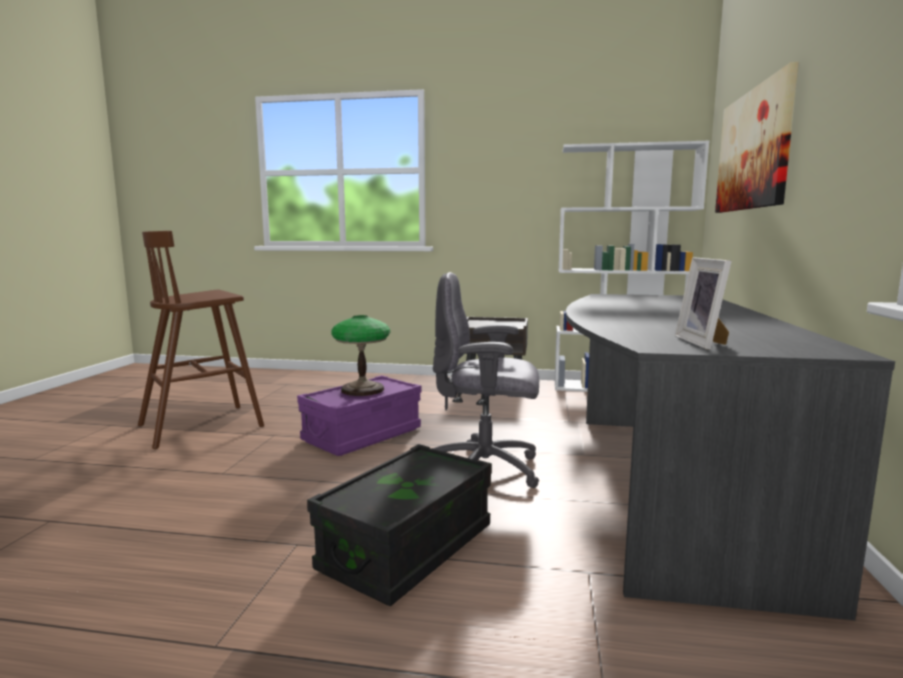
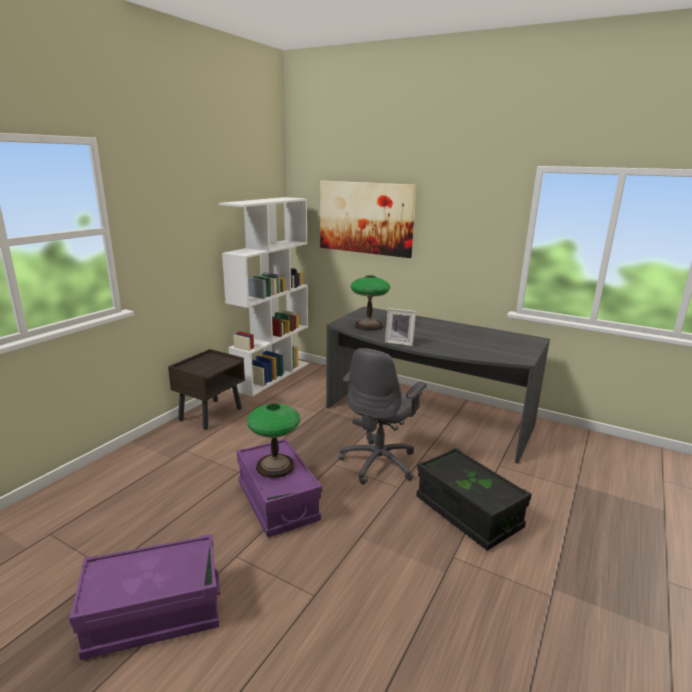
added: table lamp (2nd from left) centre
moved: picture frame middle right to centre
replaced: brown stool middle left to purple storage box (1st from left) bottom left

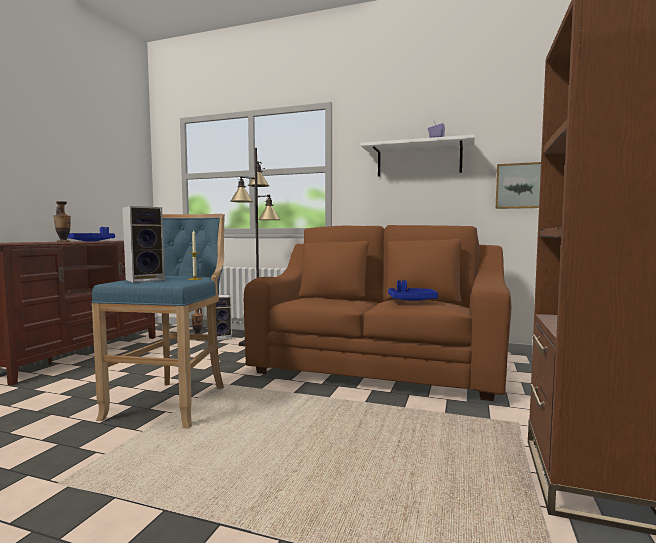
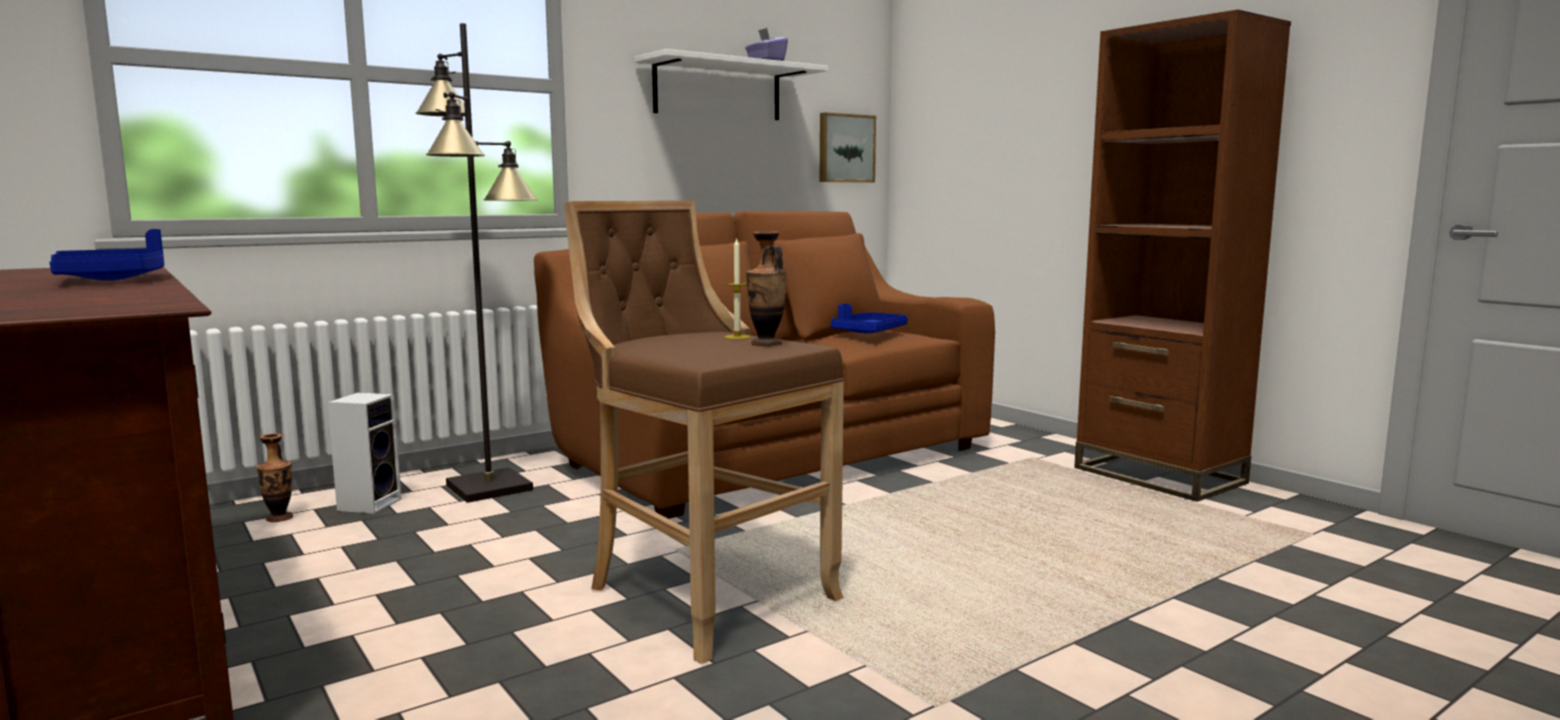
removed: speaker (1st from left) middle left
moved: vase (1st from left in the first image) middle left to vase (2nd from left) centre
recoloured: blue stool middle left to brown stool centre

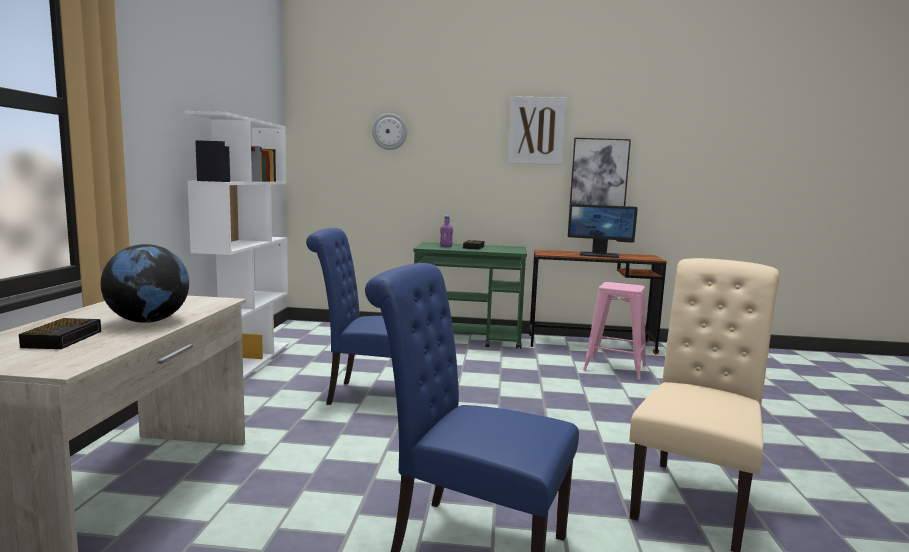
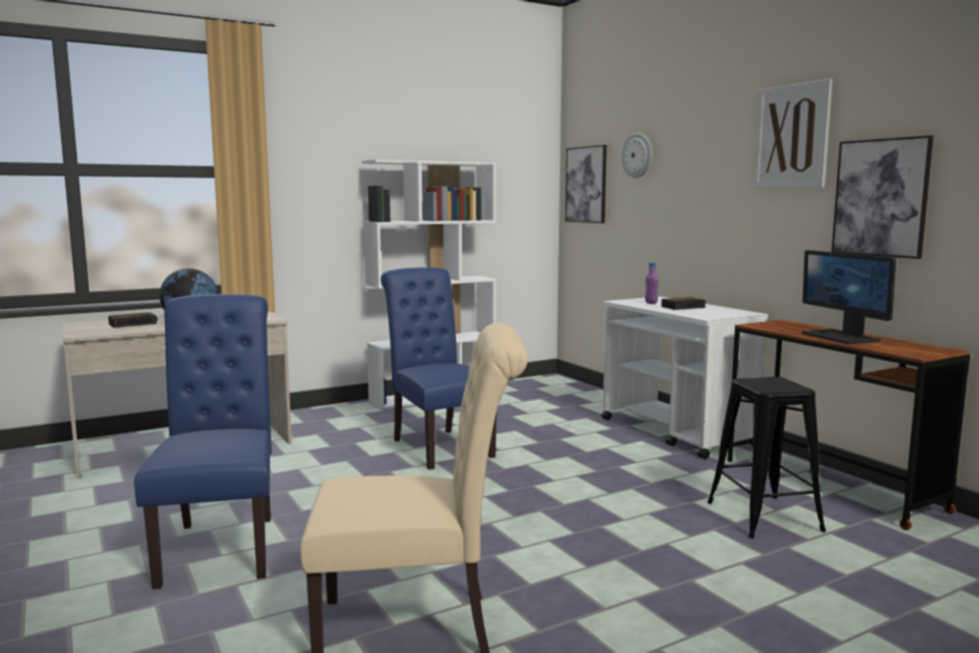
added: picture (1st from left) top centre
recoloured: green cart centre to white cart middle right; pink stool middle right to black stool bottom right

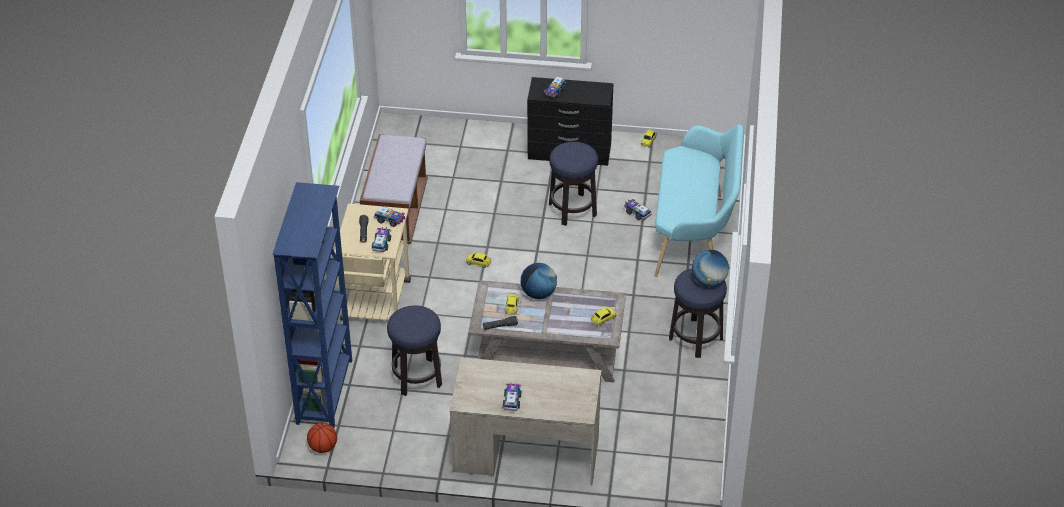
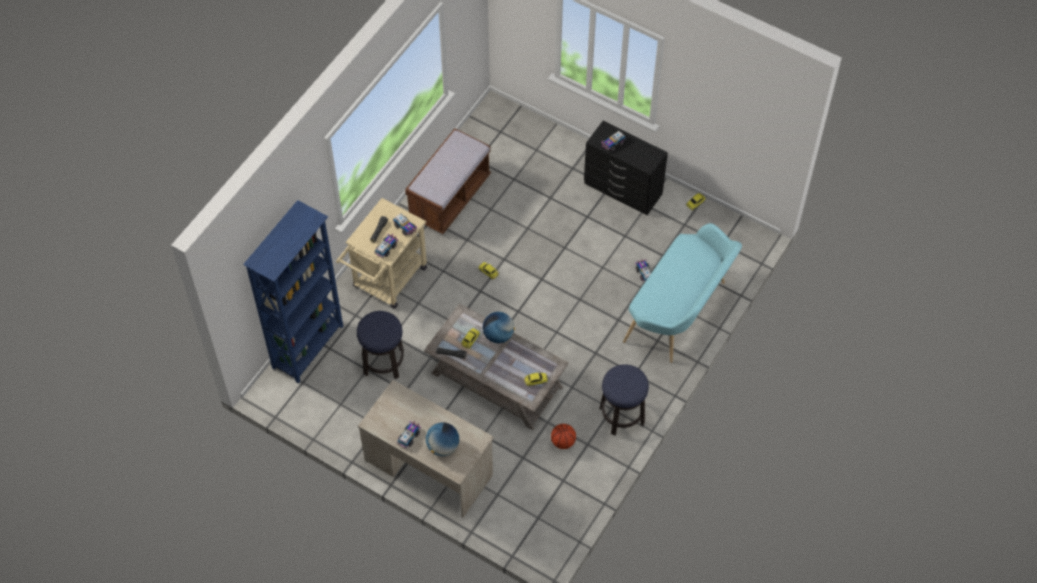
removed: stool (2nd from left) centre
moved: globe (2nd from left in the first image) middle right to globe (1st from left) bottom centre; basketball bottom left to bottom centre

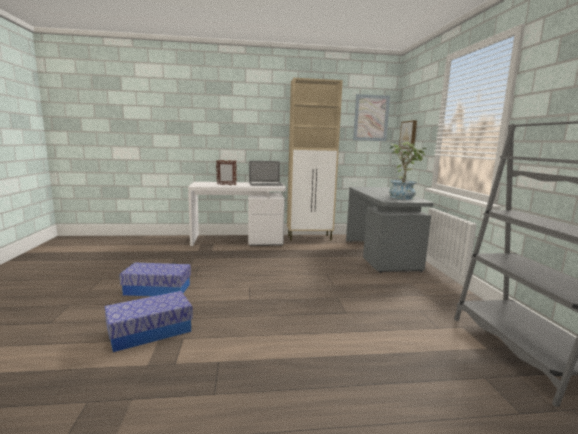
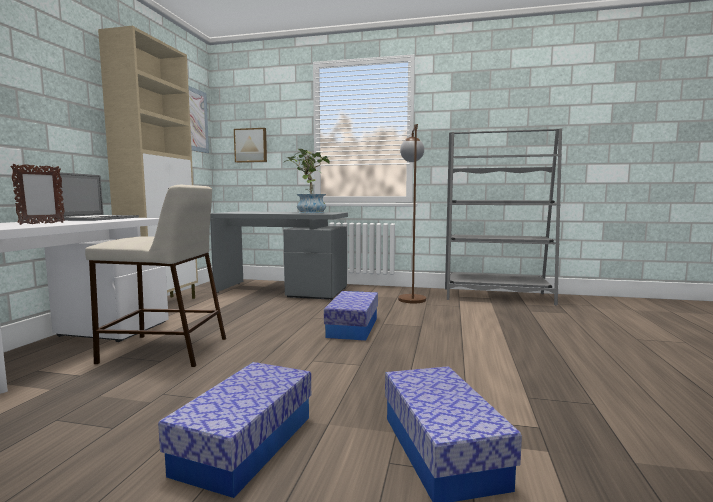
added: brown floor lamp centre; beige stool middle left; storage box (2nd from left) centre

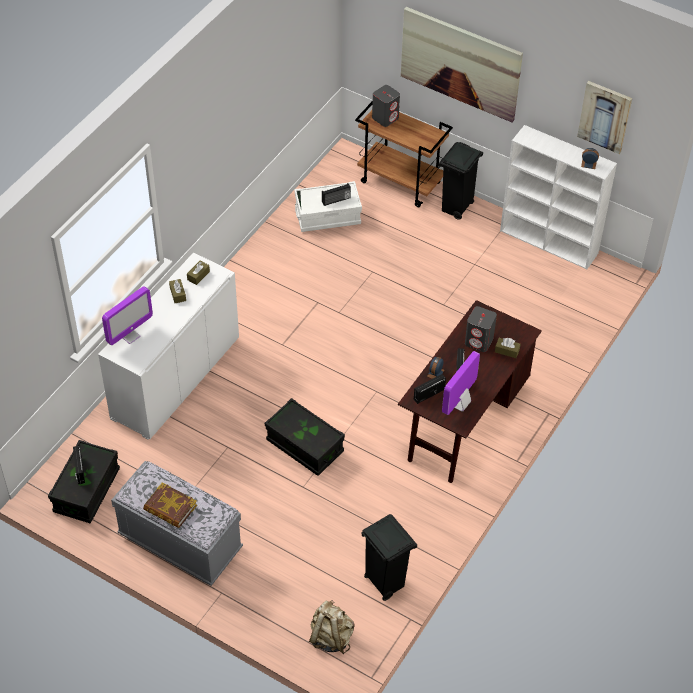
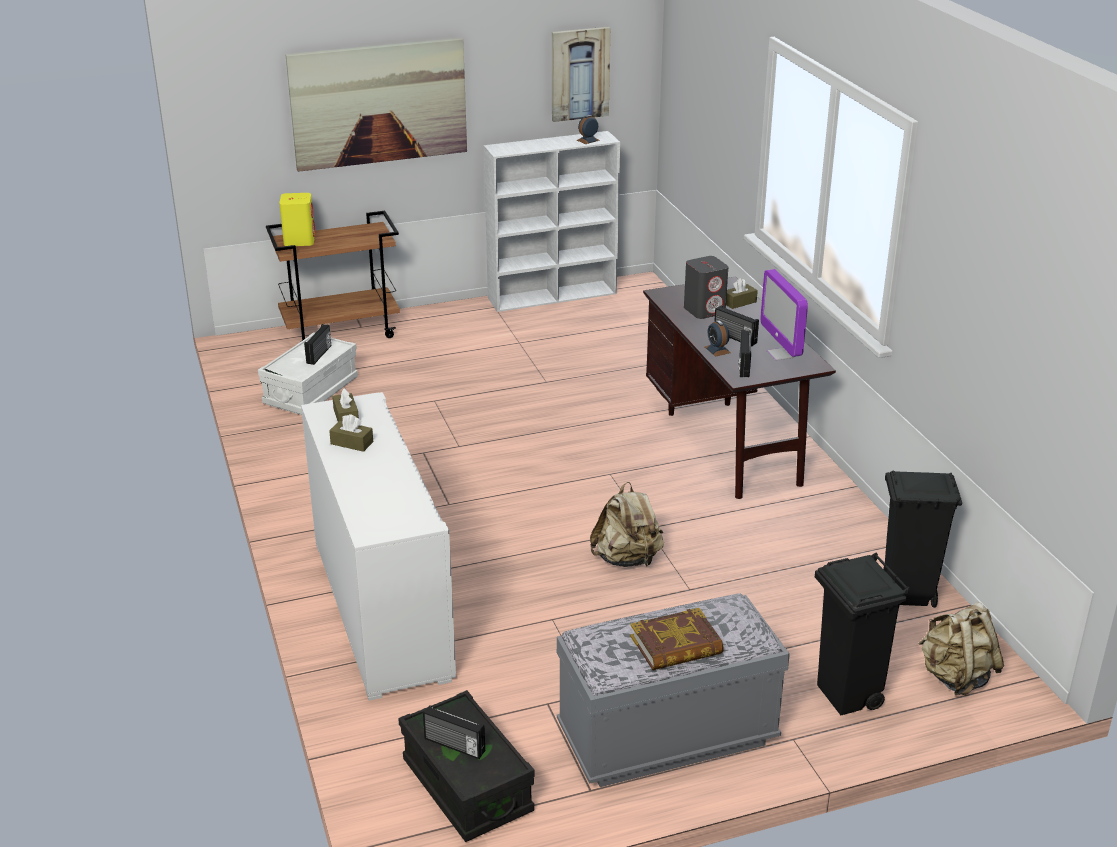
removed: monitor (1st from left) middle left
moved: black trash can (2nd from left in the first image) top centre to black trash can (1st from left) bottom right
replaced: black storage box (2nd from left) centre to beige backpack (1st from left) centre
recoloured: grey speaker (1st from left) top centre to yellow speaker top left

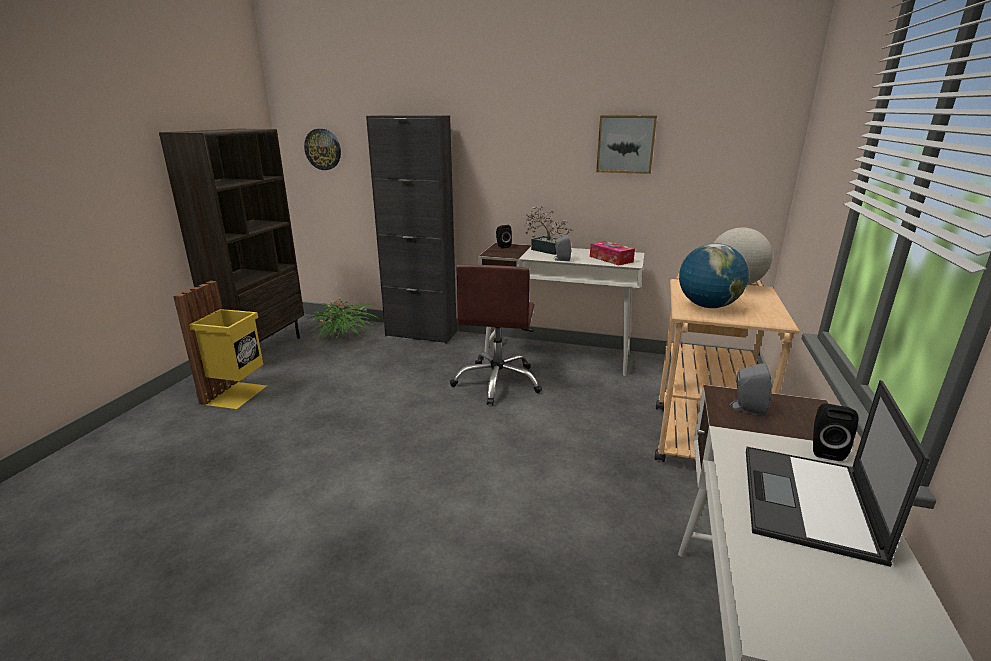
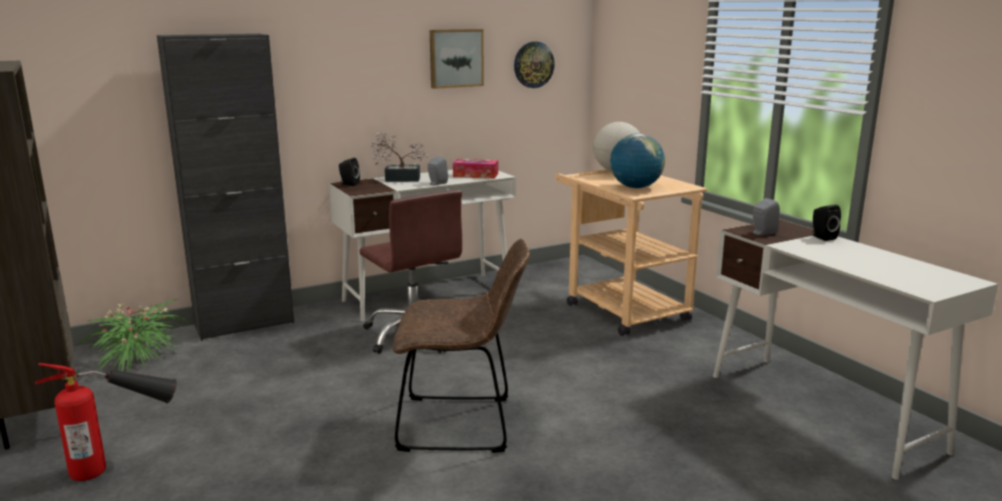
removed: laptop bottom right
added: brown chair bottom centre
moved: wall clock top left to top centre
replaced: yellow trash can middle left to fire extinguisher bottom left

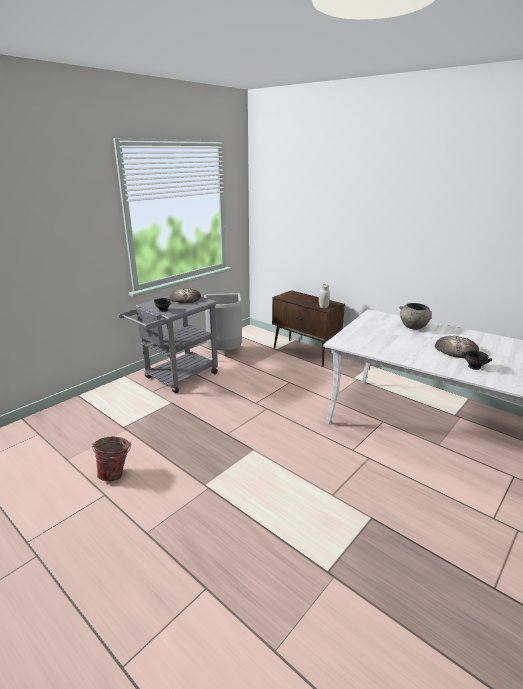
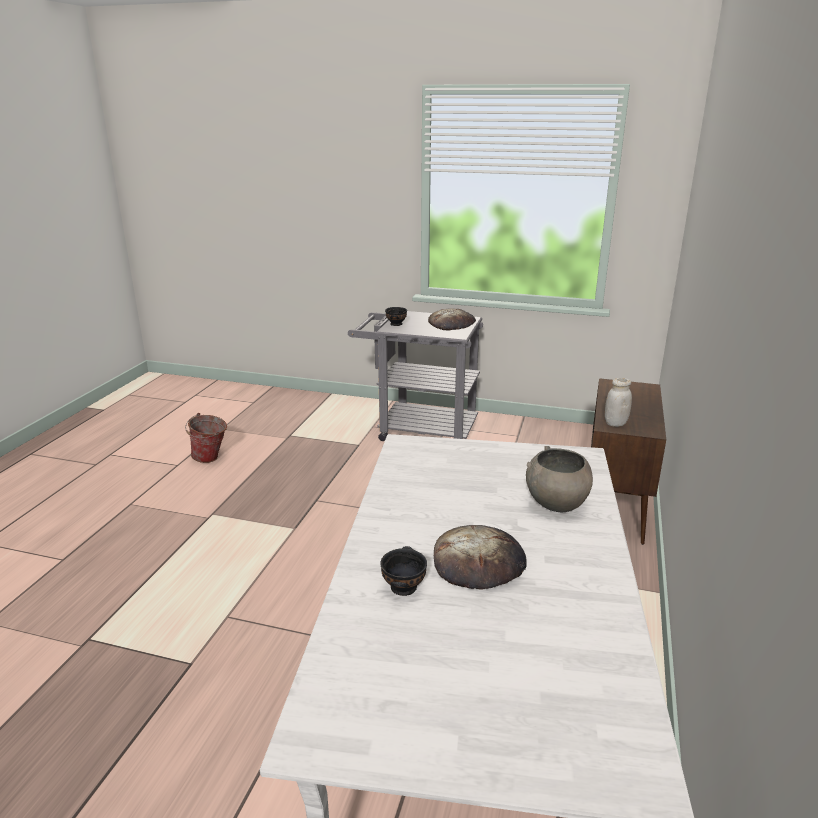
removed: grey trash can centre

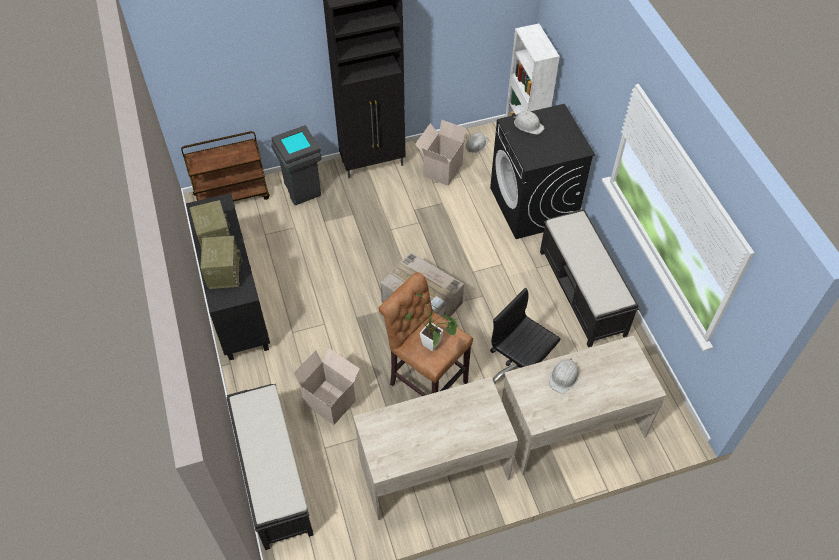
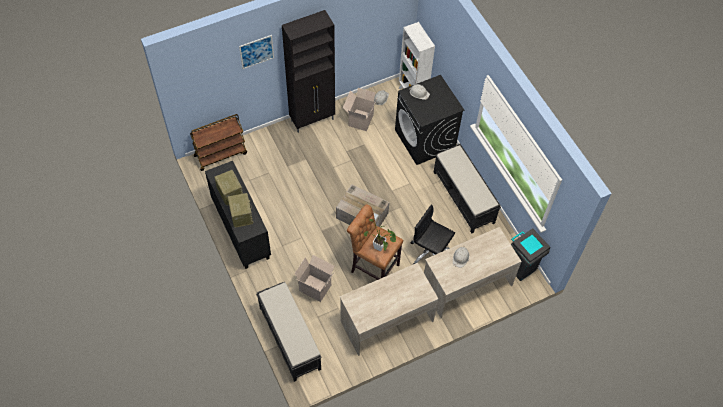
added: picture top centre
moved: grey trash can top centre to middle right

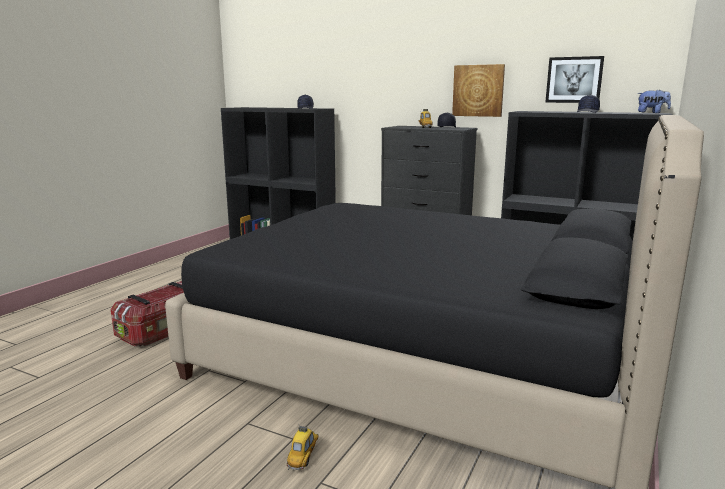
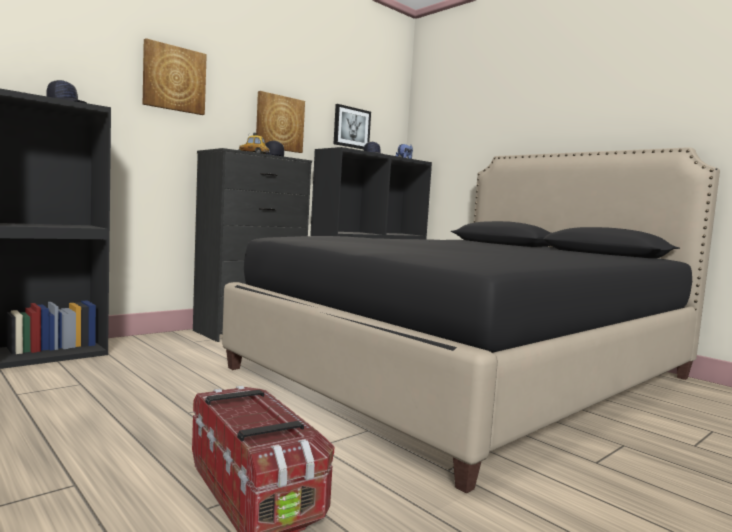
removed: toy car (1st from left) bottom centre
added: picture (1st from left) top left

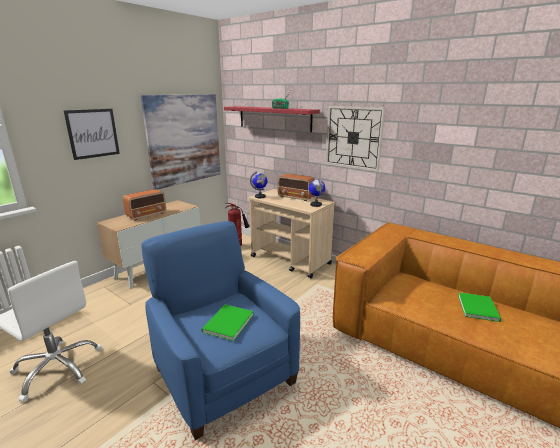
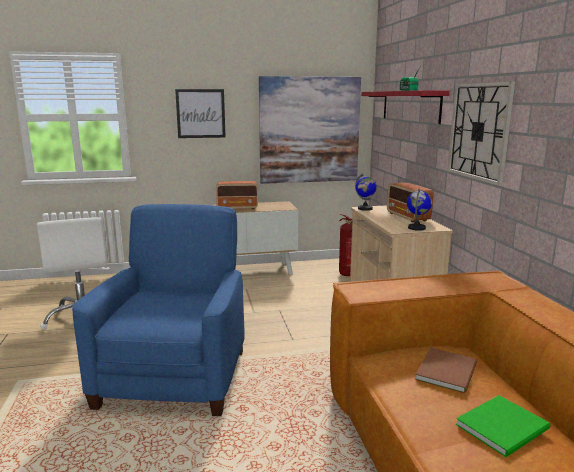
removed: green book (1st from left) bottom centre
added: brown book bottom right

